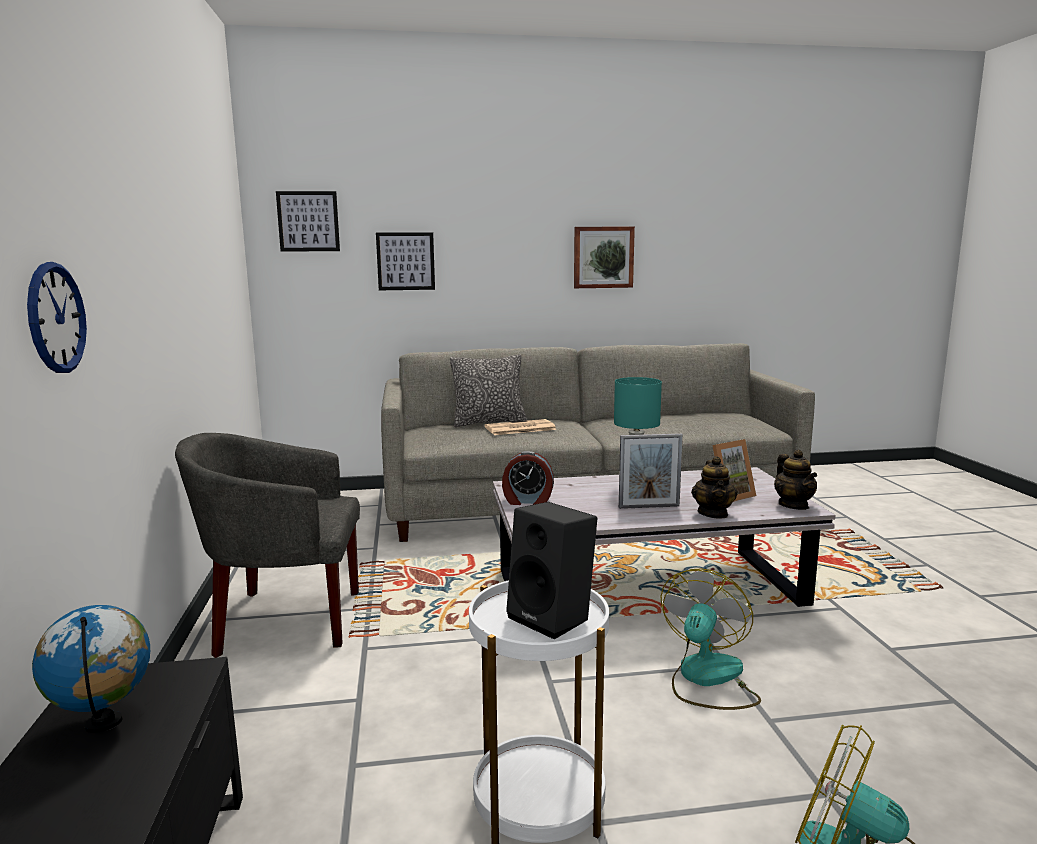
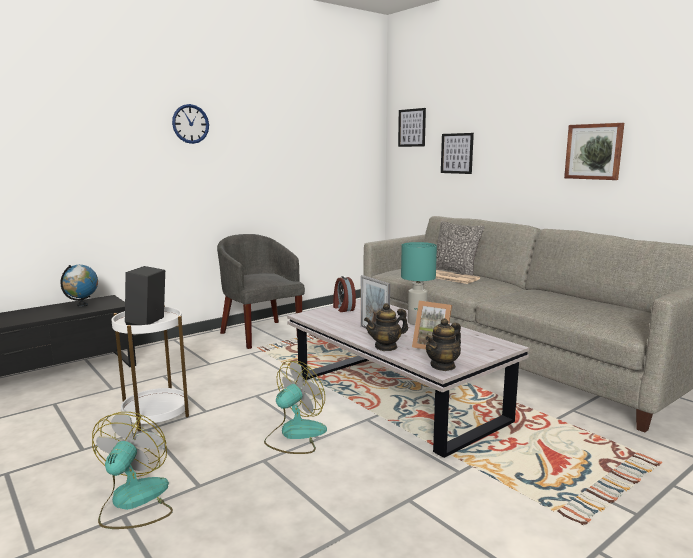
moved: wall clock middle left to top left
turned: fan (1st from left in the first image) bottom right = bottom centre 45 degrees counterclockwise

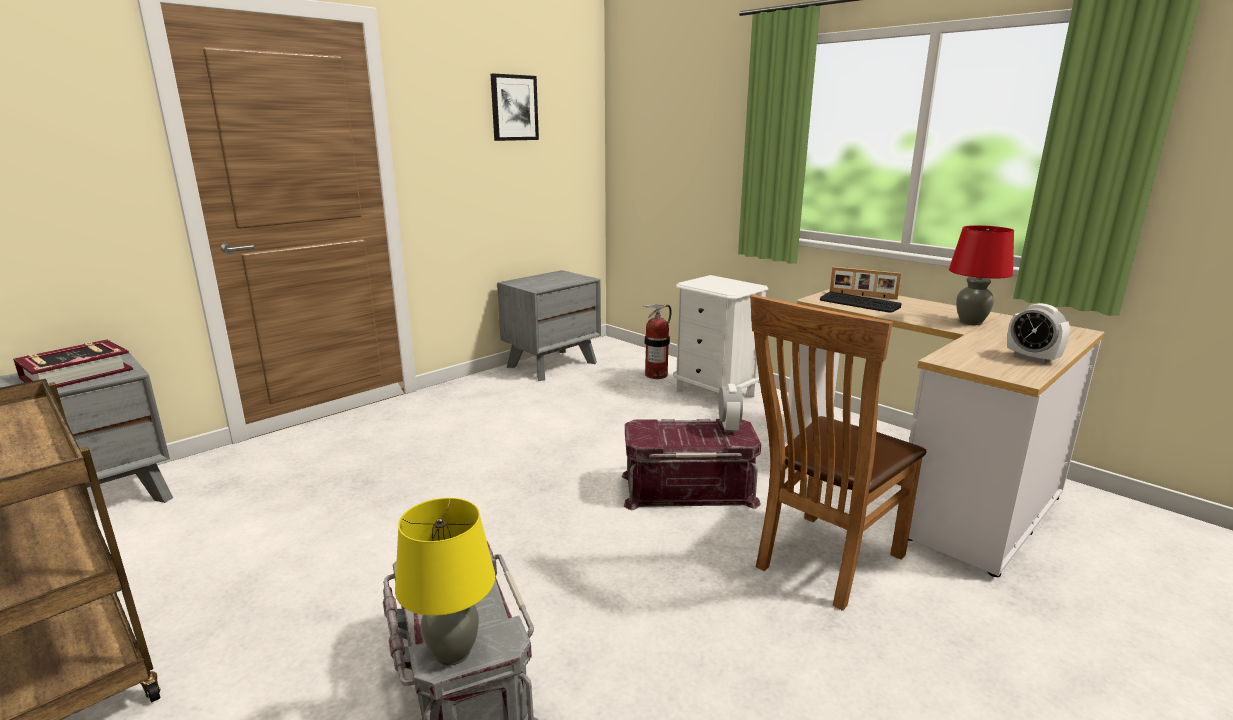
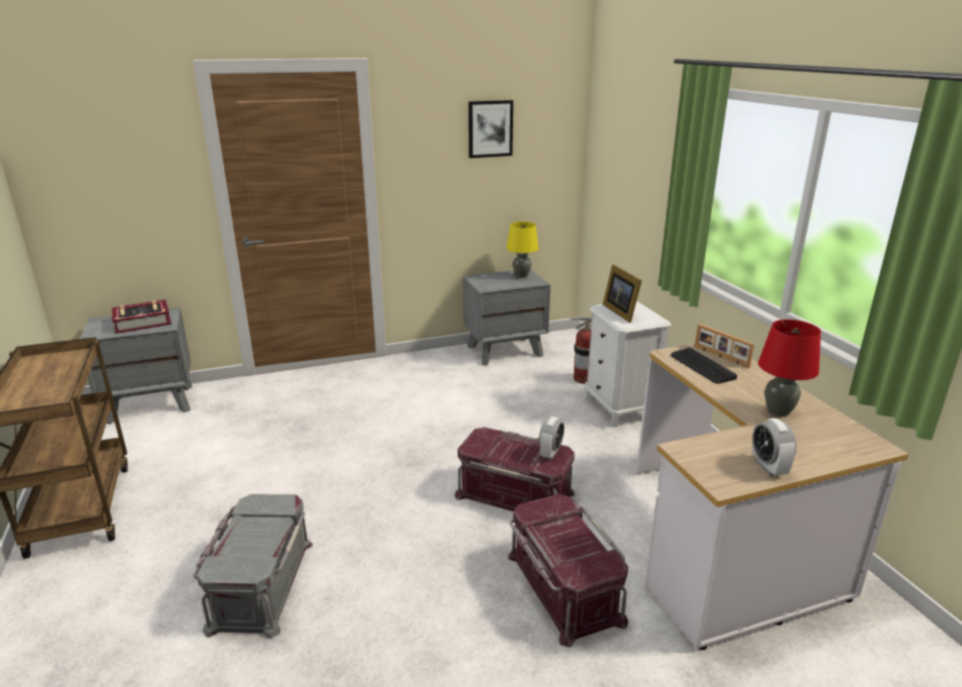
added: picture frame (1st from left) centre
moved: yellow table lamp bottom centre to centre
replaced: brown chair middle right to red storage box (2nd from left) bottom centre

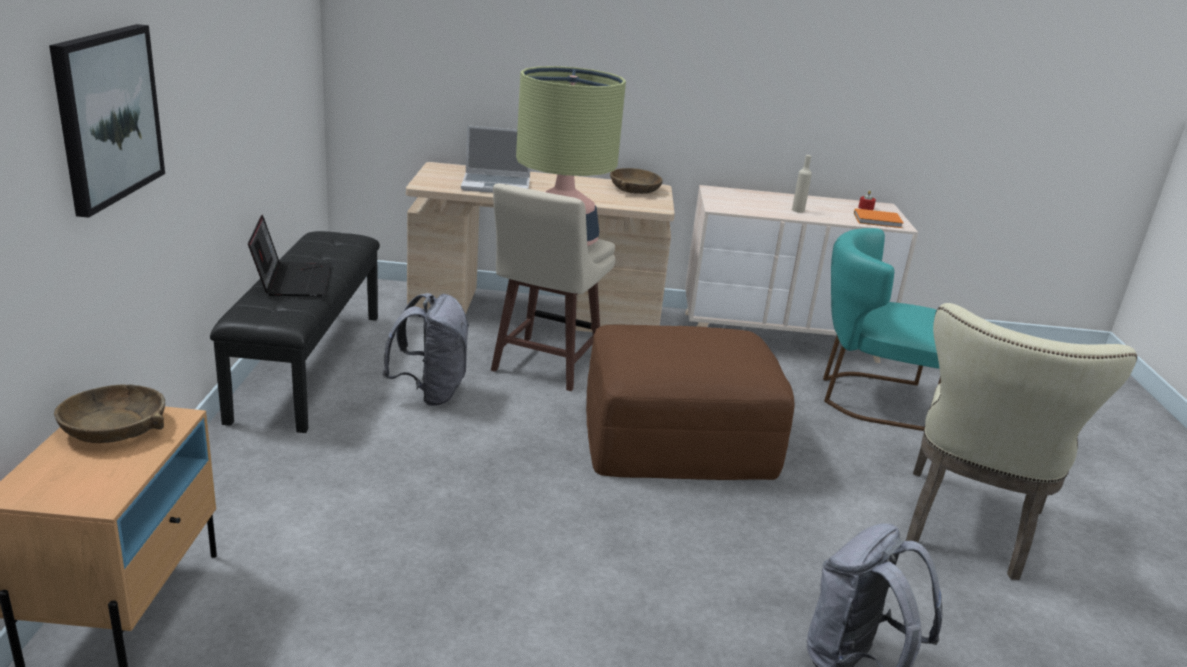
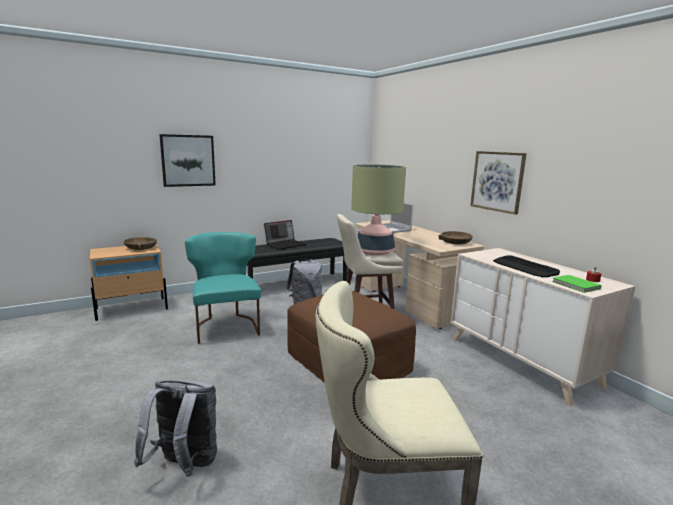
added: picture (2nd from left) middle right
moved: turquoise chair middle right to middle left
replaced: beige bottle top right to keyboard middle right
recoloured: orange book top right to green book middle right

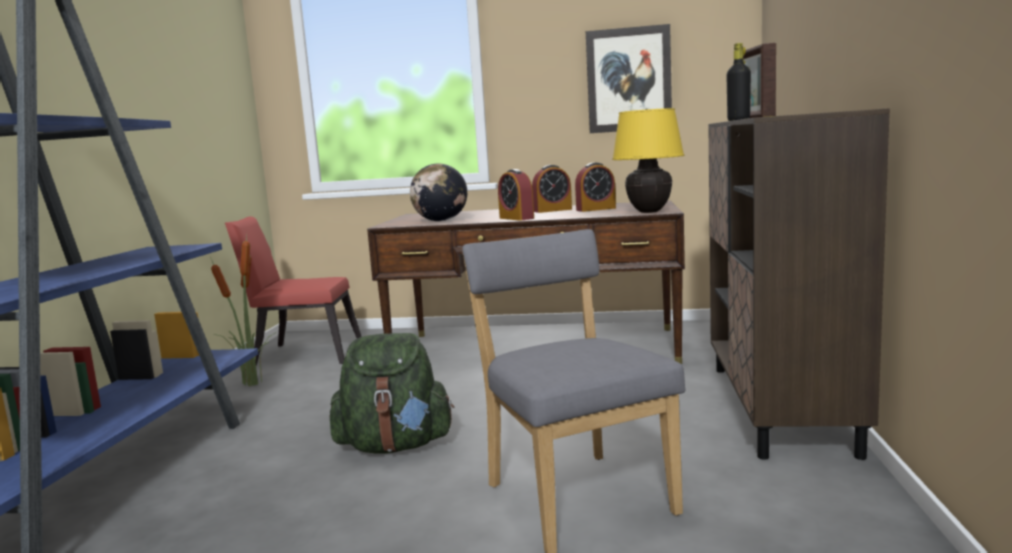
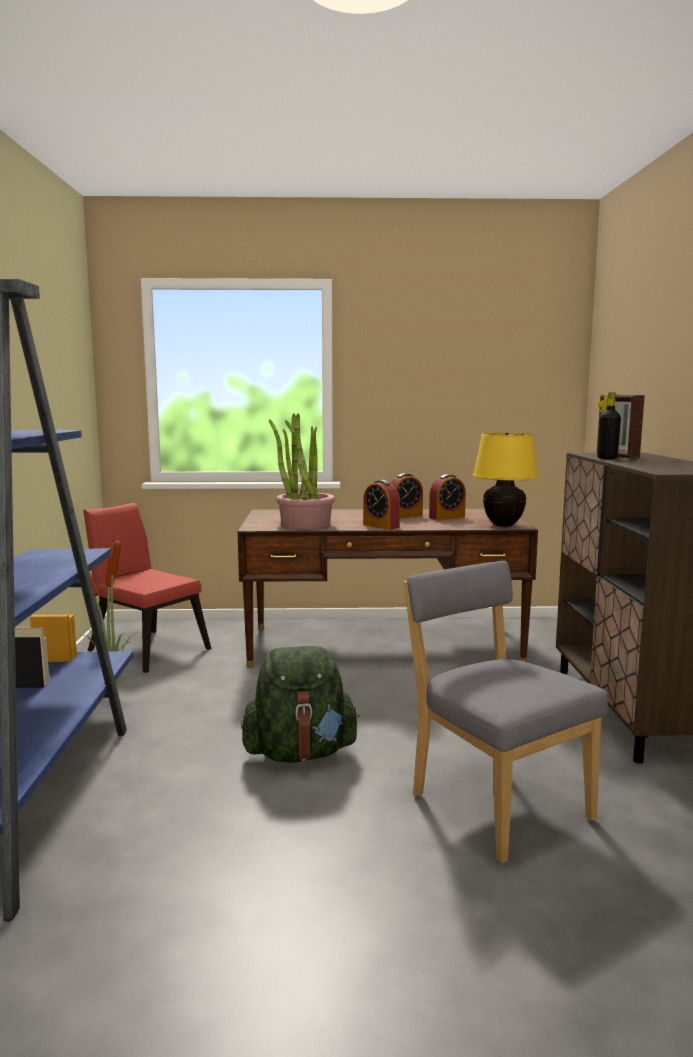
removed: picture top centre
replaced: globe centre to potted plant (2nd from left) centre
turned: red chair middle left = middle left 45 degrees clockwise

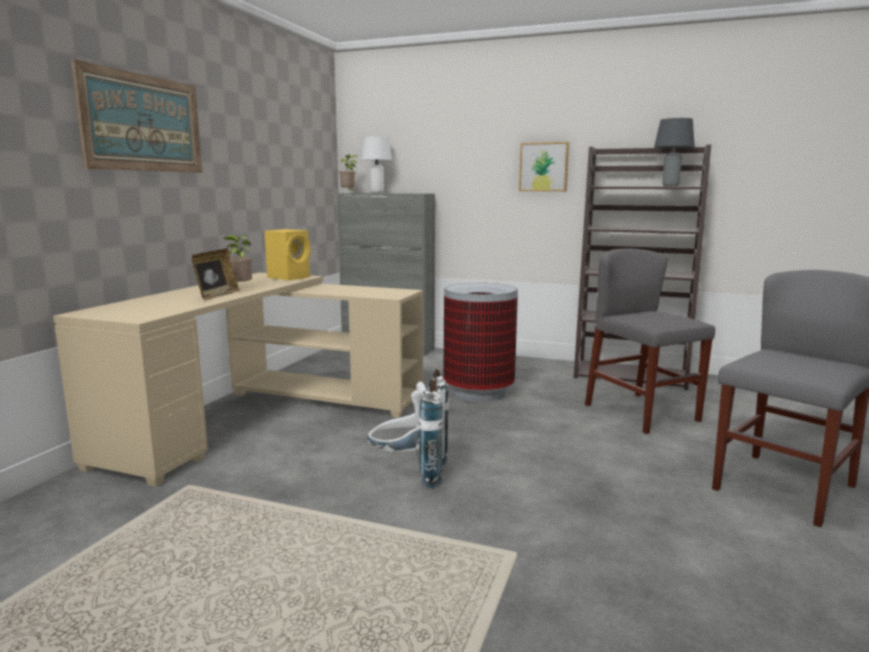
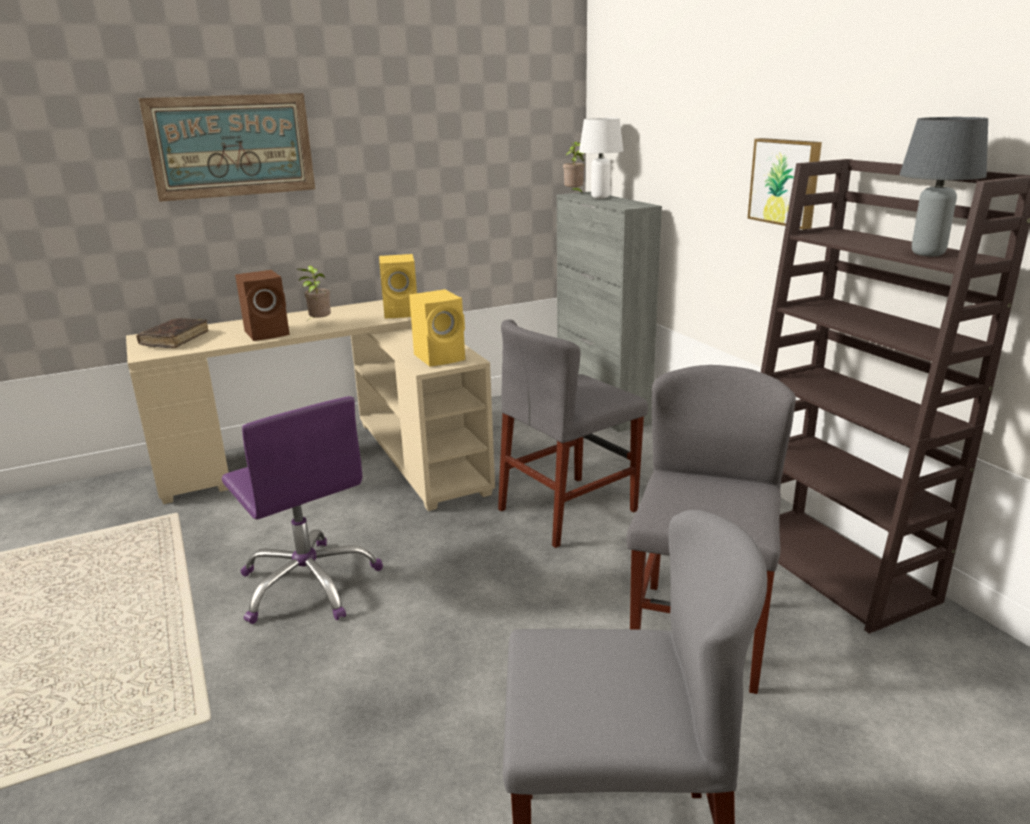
added: yellow speaker (2nd from left) centre; brown book middle left
replaced: picture frame middle left to brown speaker middle left; trash can centre to grey chair (1st from left) centre; white backpack centre to purple office chair middle left

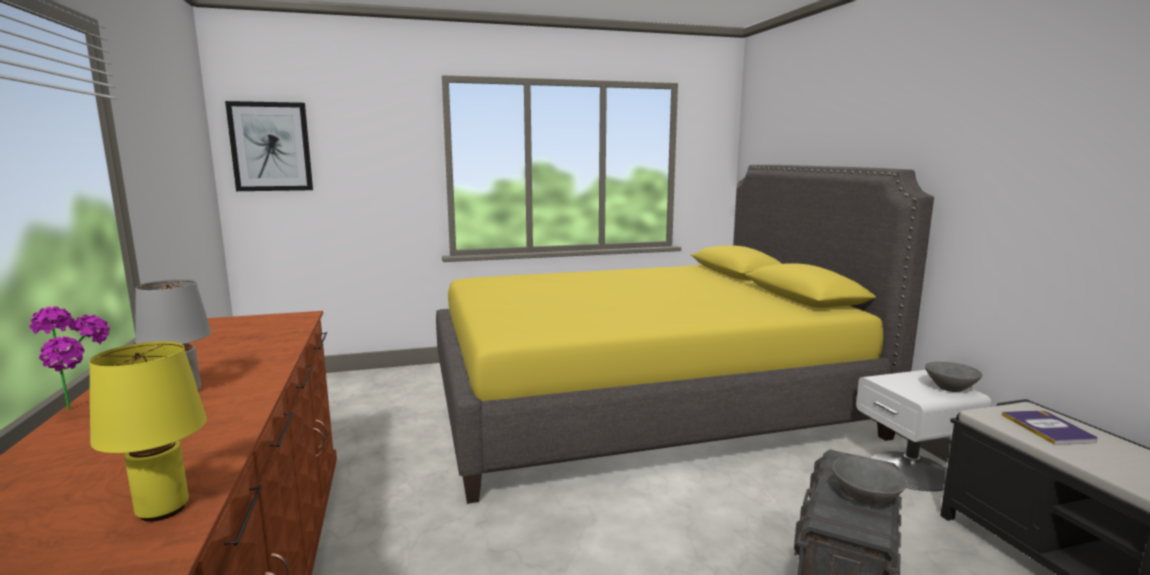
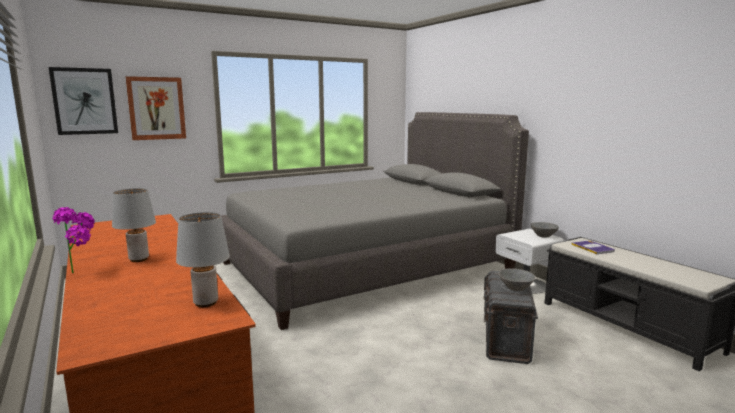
added: picture (2nd from left) top left
recoloured: yellow bed centre to grey bed centre; yellow table lamp bottom left to grey table lamp (2nd from left) middle left

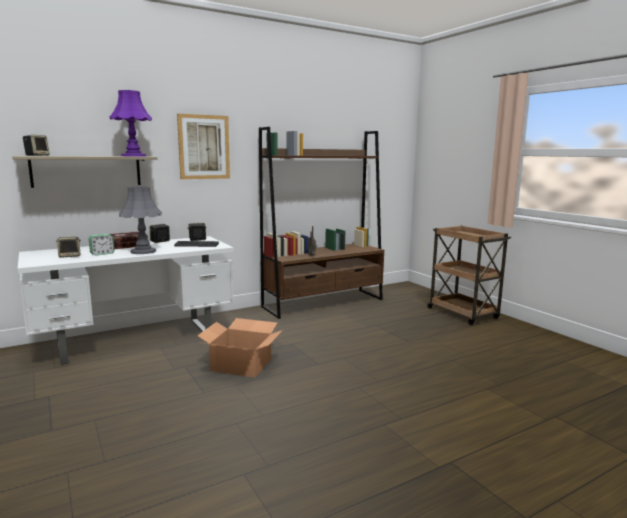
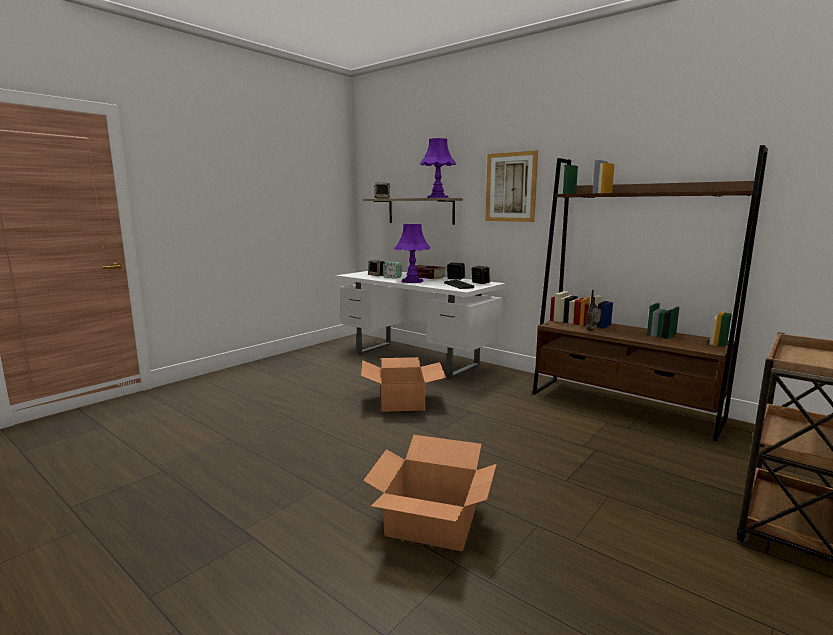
added: cardboard box (2nd from left) bottom centre
recoloured: grey table lamp middle left to purple table lamp (1st from left) centre

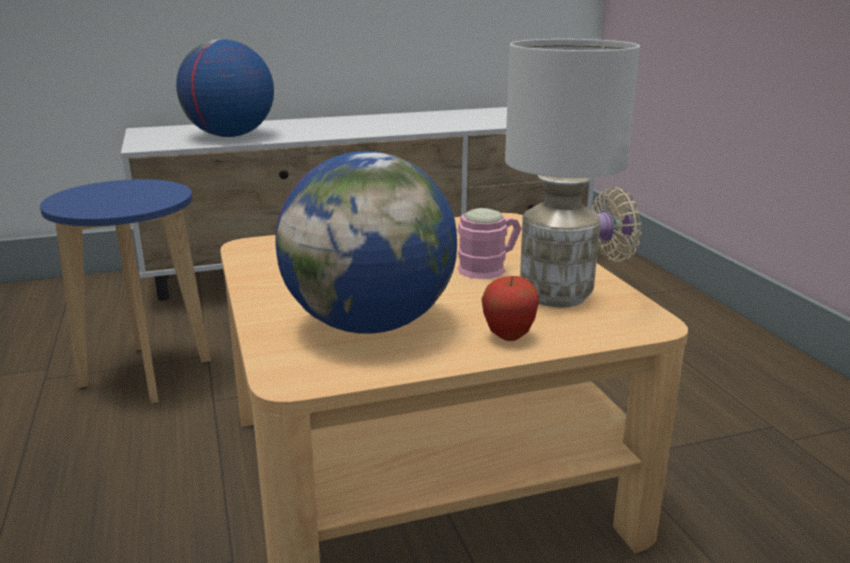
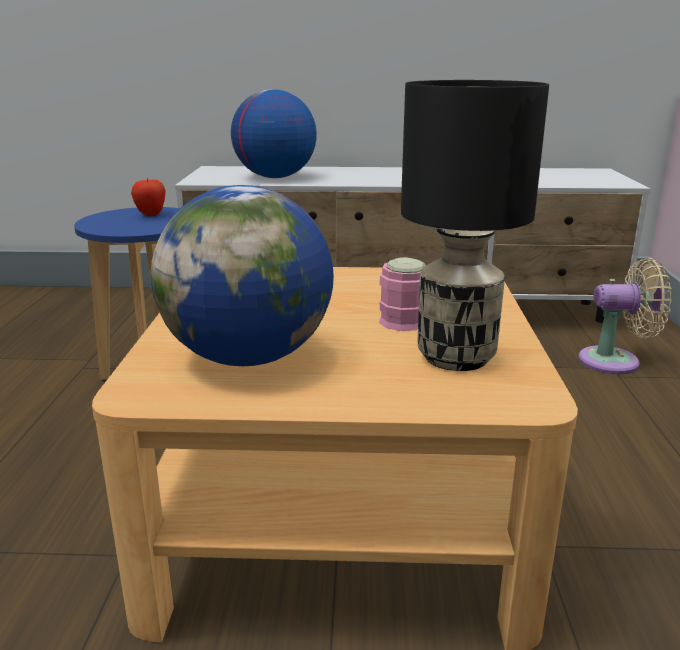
moved: apple centre to top left
recoloured: white table lamp top right to black table lamp middle right

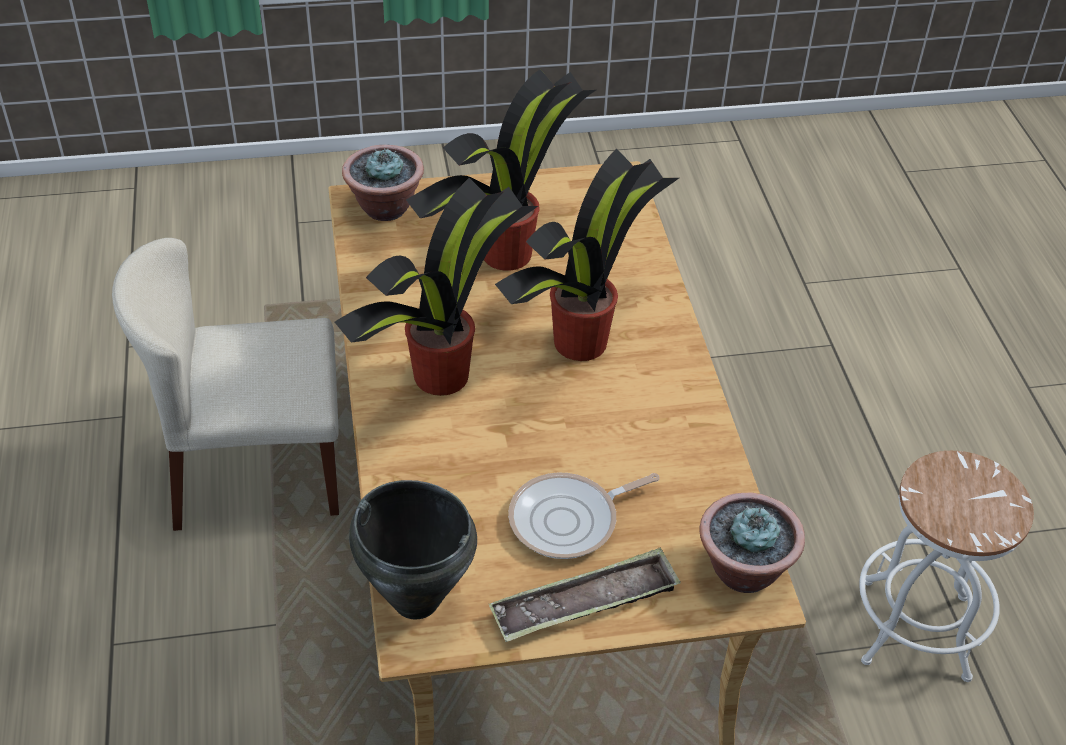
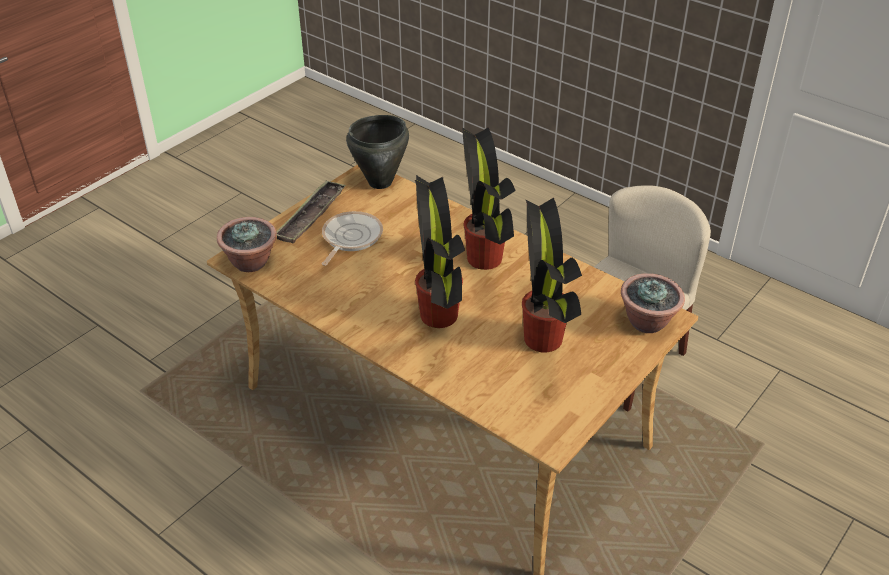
removed: white stool bottom right

